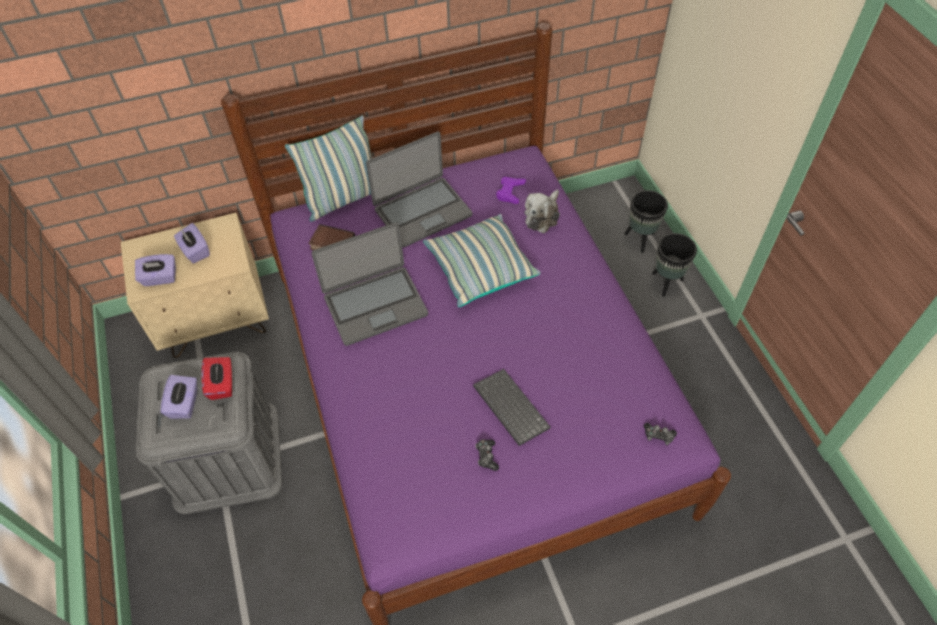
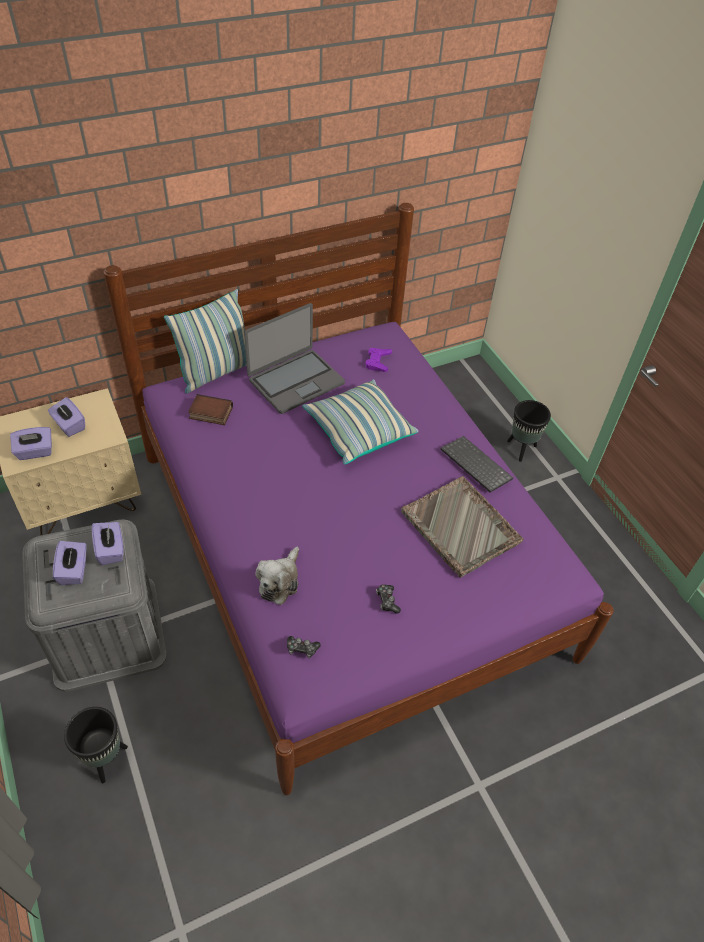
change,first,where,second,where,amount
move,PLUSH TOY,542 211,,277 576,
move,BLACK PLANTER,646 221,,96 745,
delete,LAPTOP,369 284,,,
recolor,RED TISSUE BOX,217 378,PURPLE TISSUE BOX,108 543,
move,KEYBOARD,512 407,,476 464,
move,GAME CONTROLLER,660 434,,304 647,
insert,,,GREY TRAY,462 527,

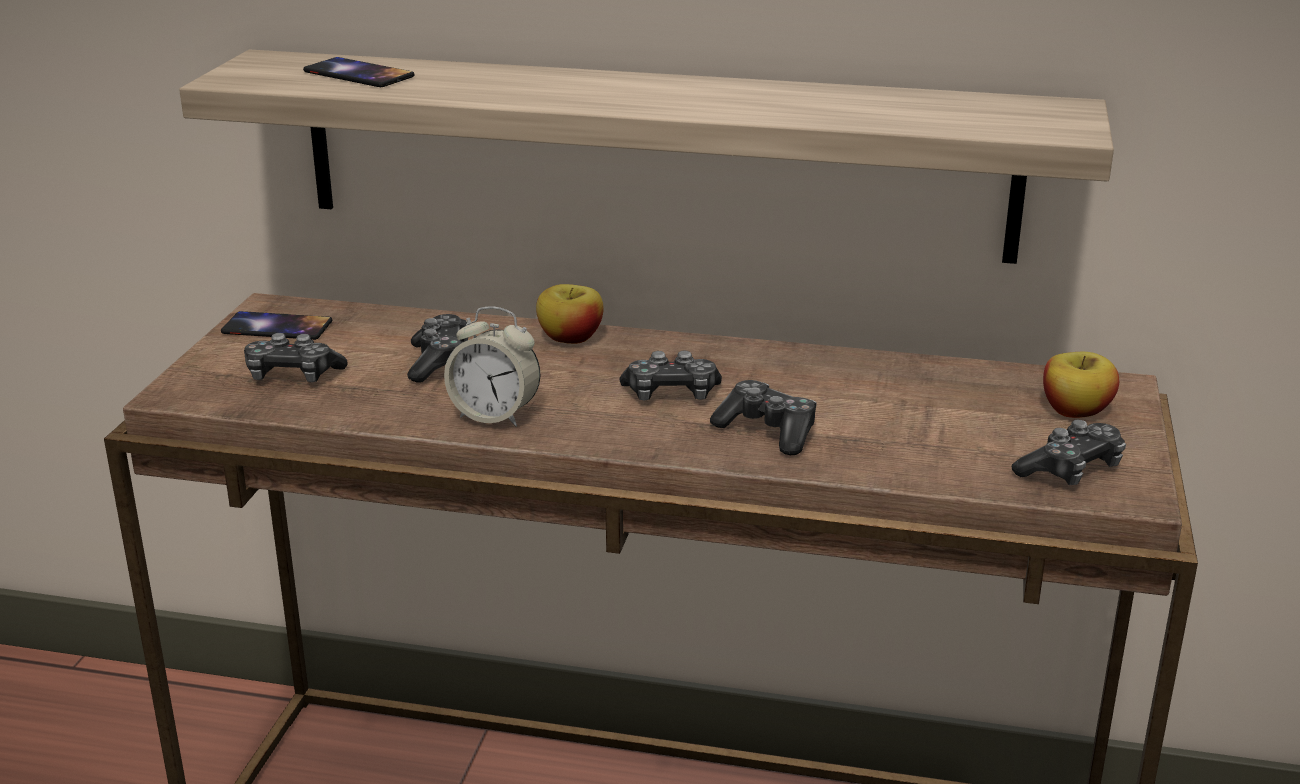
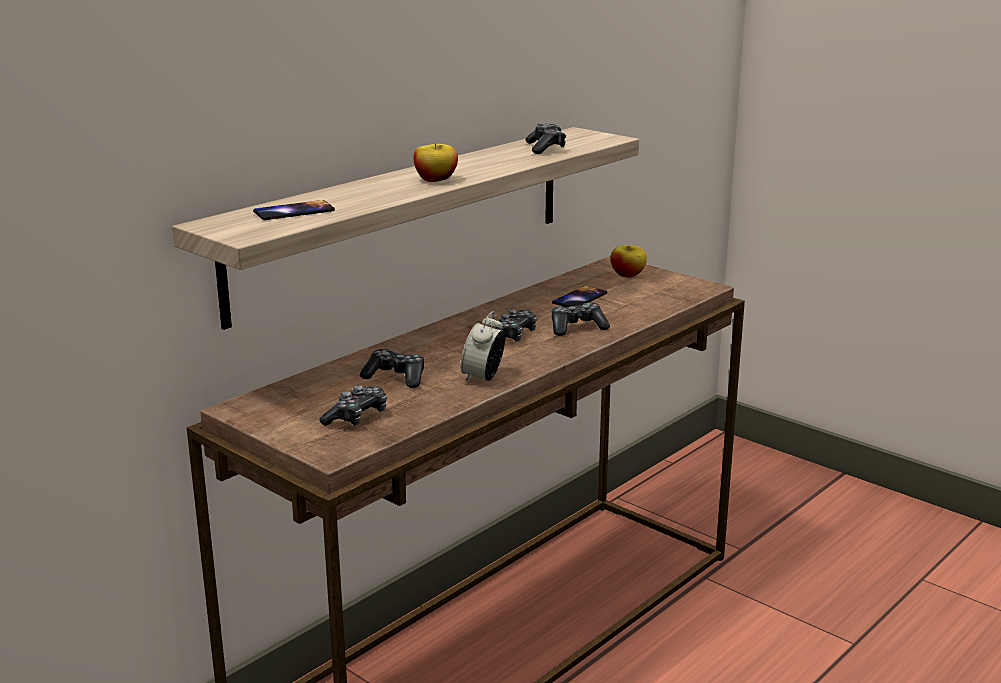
change,first,where,second,where,amount
move,APPLE,569 314,,435 162,
rotate,ALARM CLOCK,492 366,,483 347,150 degrees clockwise
move,PHONE,276 325,,579 296,
move,GAME CONTROLLER,1069 453,,545 138,

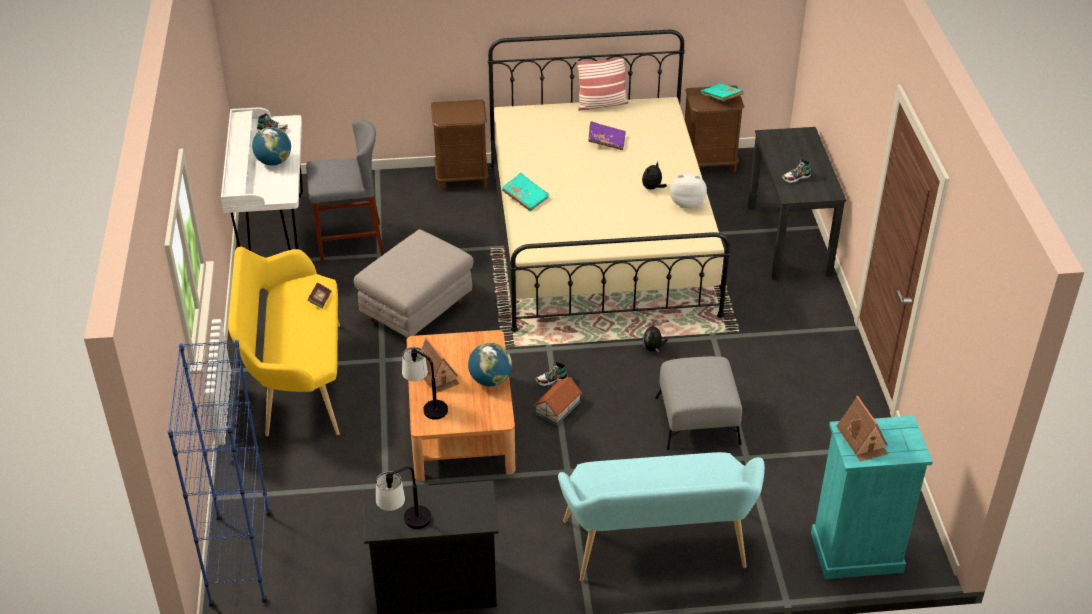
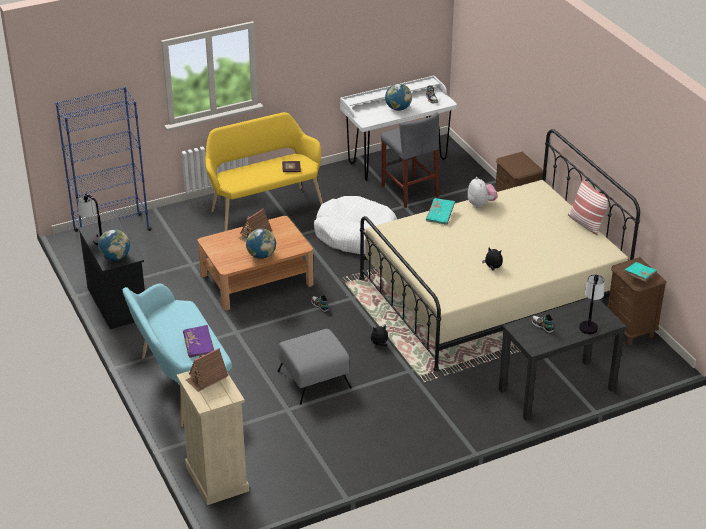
change,first,where,second,where,amount
move,PURPLE BOOK,607 135,,198 341,
move,PLUSH TOY,688 191,,483 192,
replace,GREY OTTOMAN,413 285,WHITE DOG BED,355 225,
move,TABLE LAMP,425 383,,592 304,
delete,TOY HOUSE,558 401,,,
recolor,TURQUOISE DRESSER,872 497,BEIGE DRESSER,213 438,
insert,,,GLOBE,114 245,

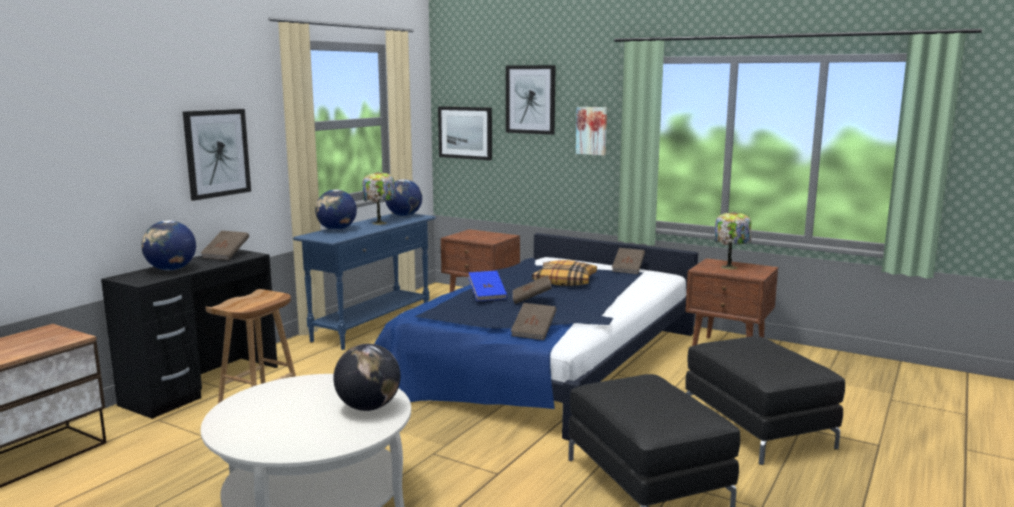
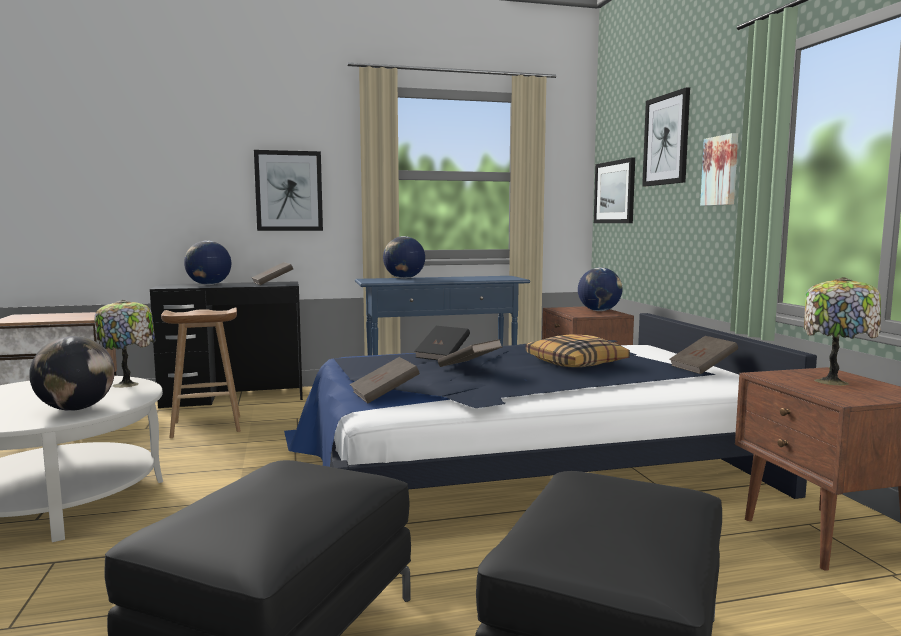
change,first,where,second,where,amount
move,TABLE LAMP,379 198,,125 344,
move,GLOBE,404 197,,600 289,
recolor,BLUE BOOK,487 286,BLACK BOOK,442 343,

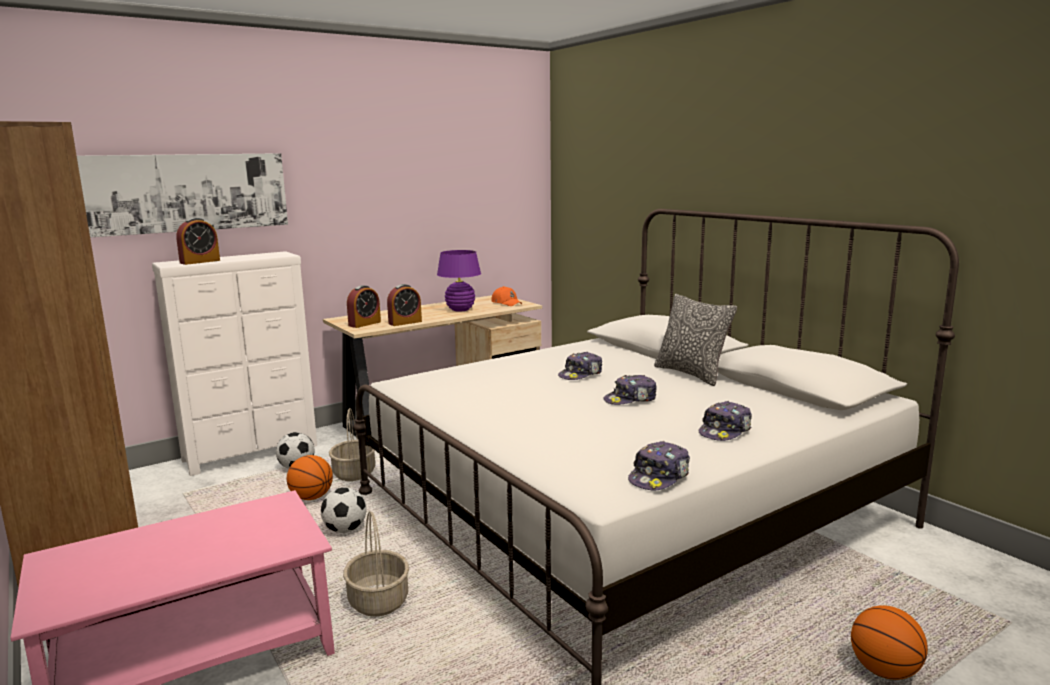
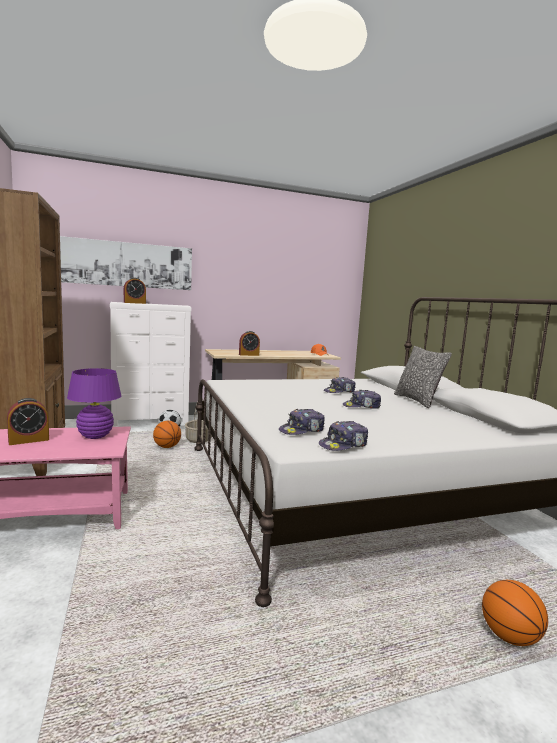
change,first,where,second,where,amount
move,PURPLE TABLE LAMP,459 280,,94 403,
move,ALARM CLOCK,364 306,,28 421,
move,CAP,725 421,,302 422,
delete,FOOTBALL,344 510,,,
delete,BASKET,376 564,,,

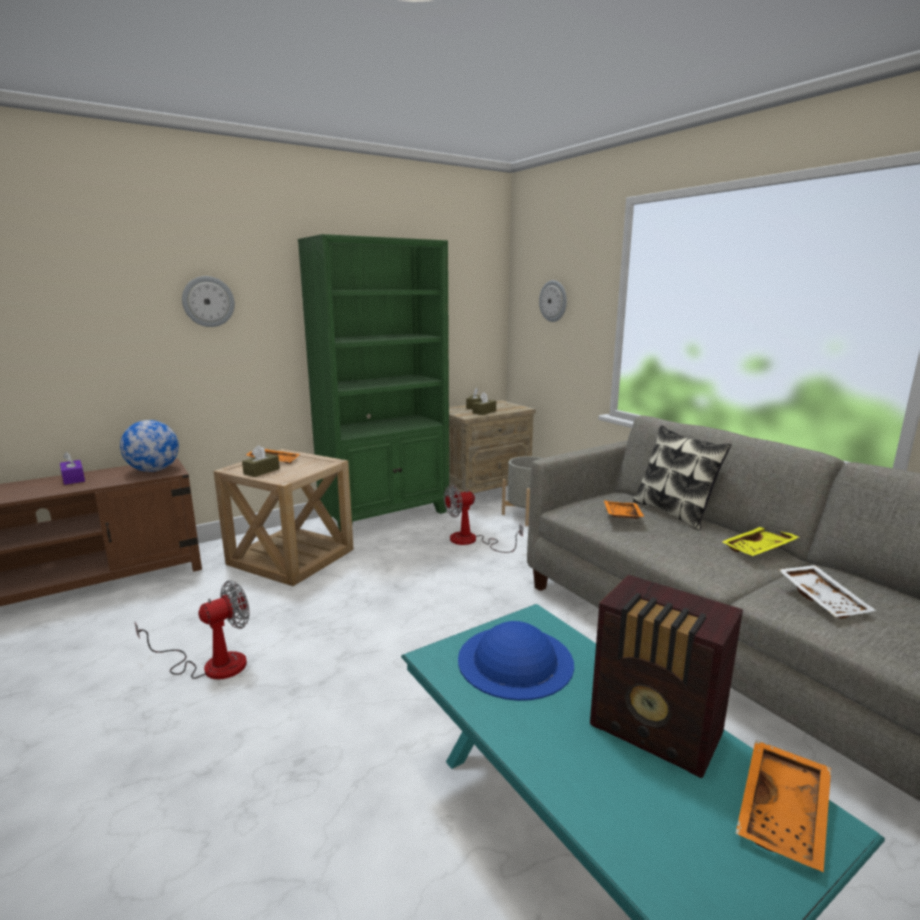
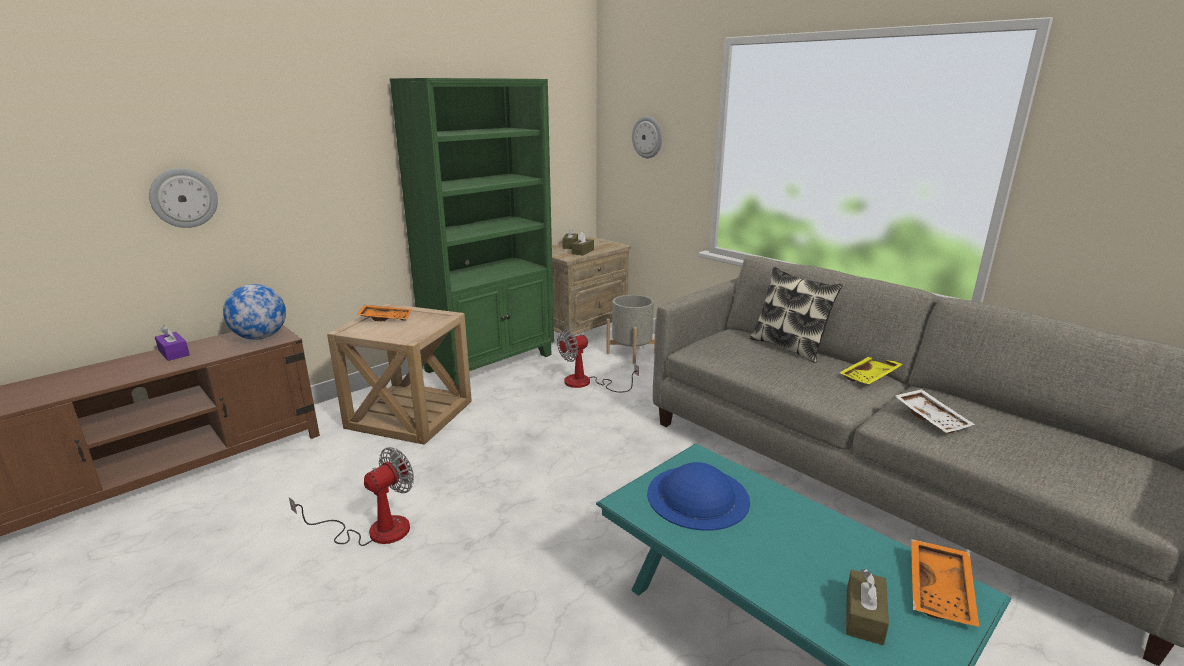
change,first,where,second,where,amount
move,WALL CLOCK,208 301,,183 198,
move,BROWN TISSUE BOX,261 461,,867 607,
delete,ORANGE TRAY,624 510,,,
delete,RADIO,666 676,,,

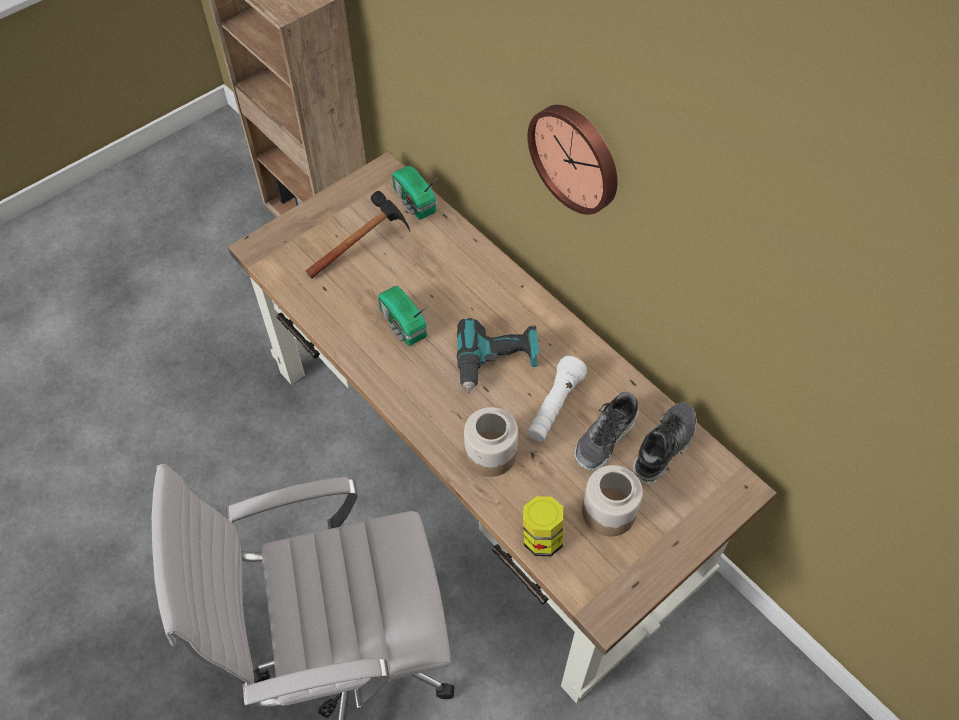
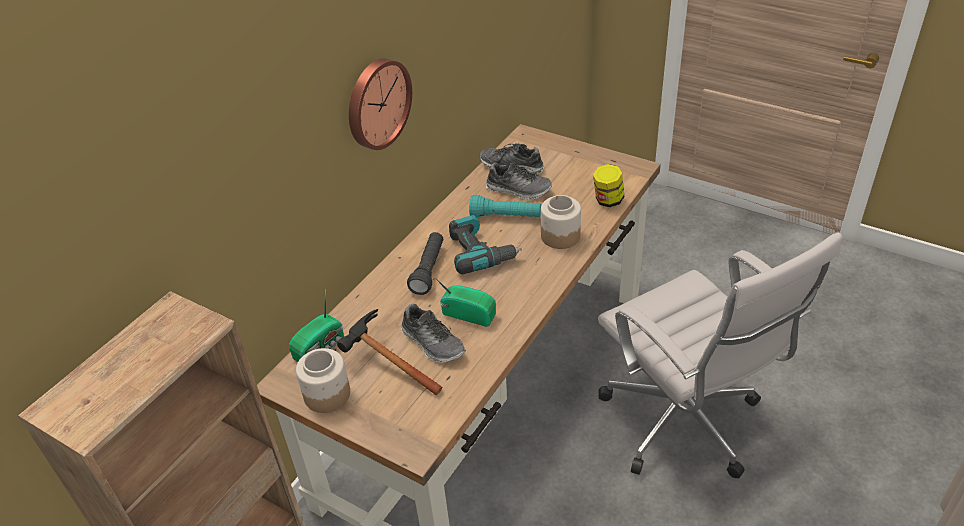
change,first,where,second,where,amount
rotate,RADIO,403 316,,465 302,105 degrees counterclockwise
recolor,WHITE FLASHLIGHT,557 399,TURQUOISE FLASHLIGHT,505 206,
move,JAR,612 500,,323 380,
insert,,,BLACK FLASHLIGHT,425 263,
insert,,,SHOE,433 333,

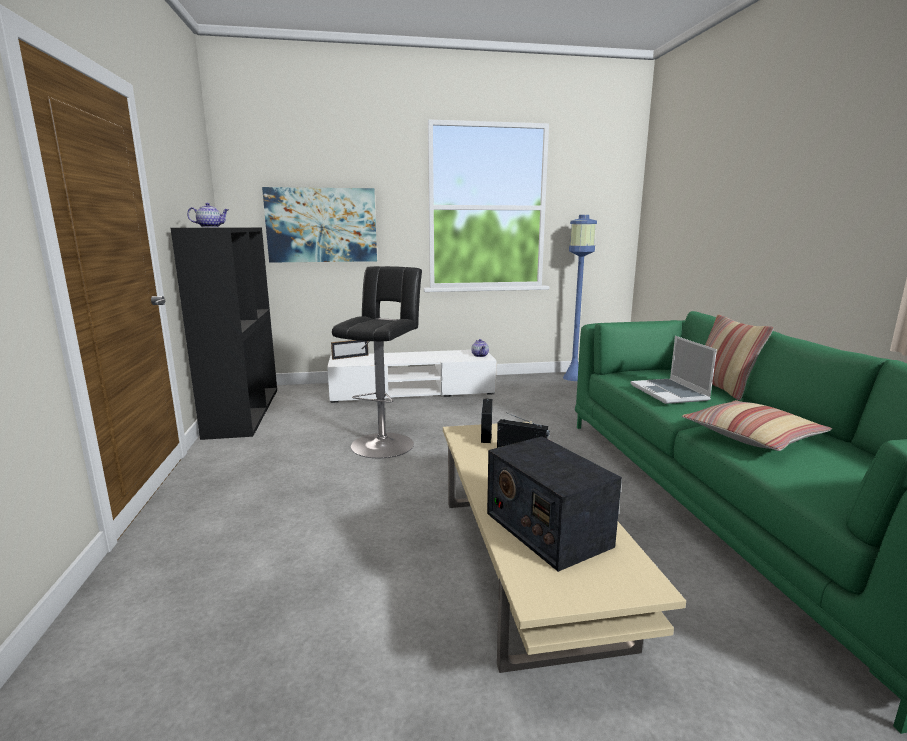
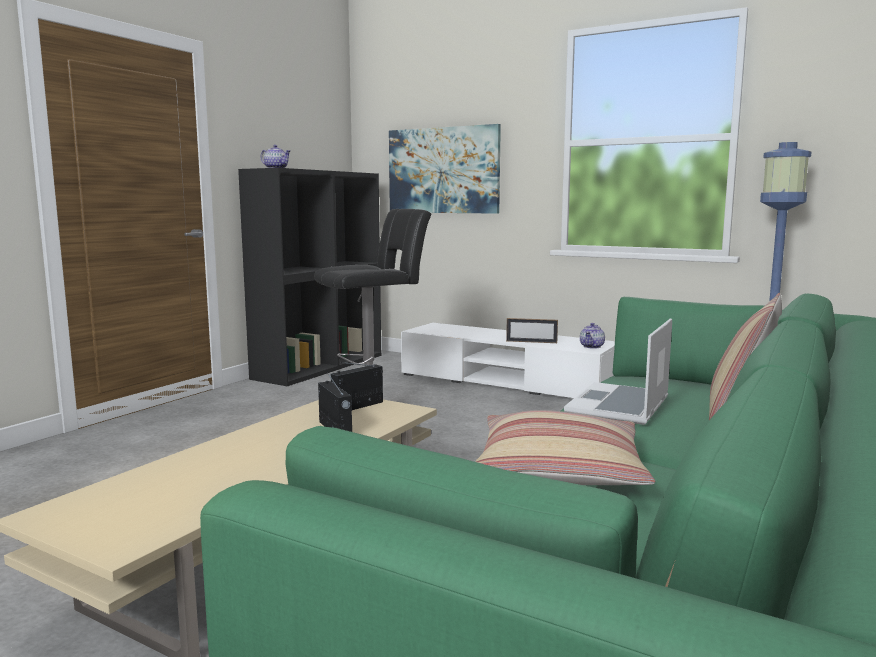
change,first,where,second,where,amount
move,PICTURE FRAME,350 350,,532 330,
delete,RADIO,554 504,,,

